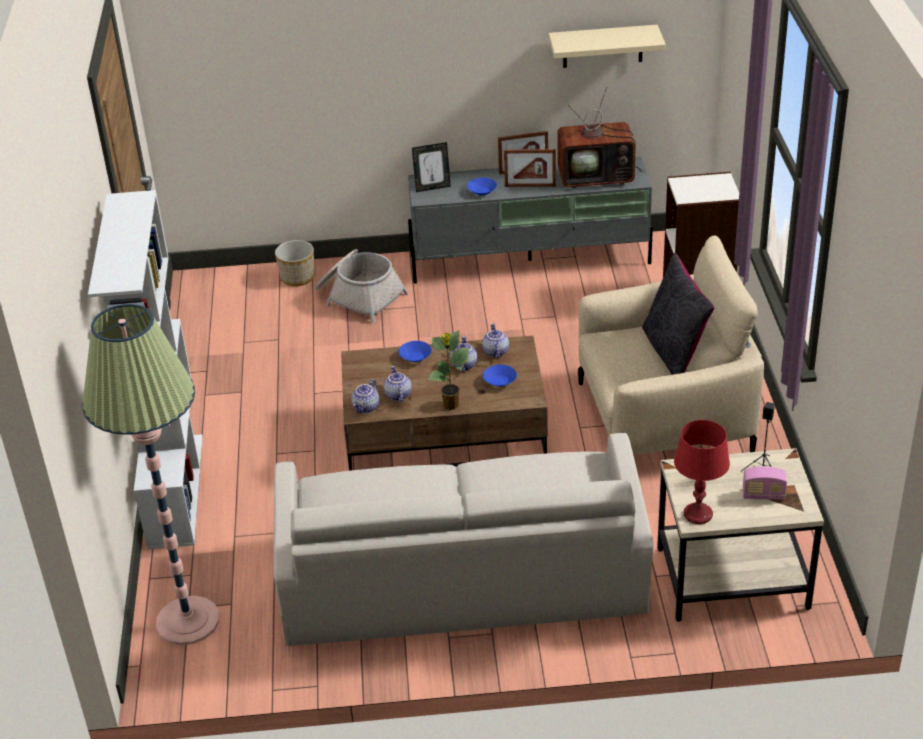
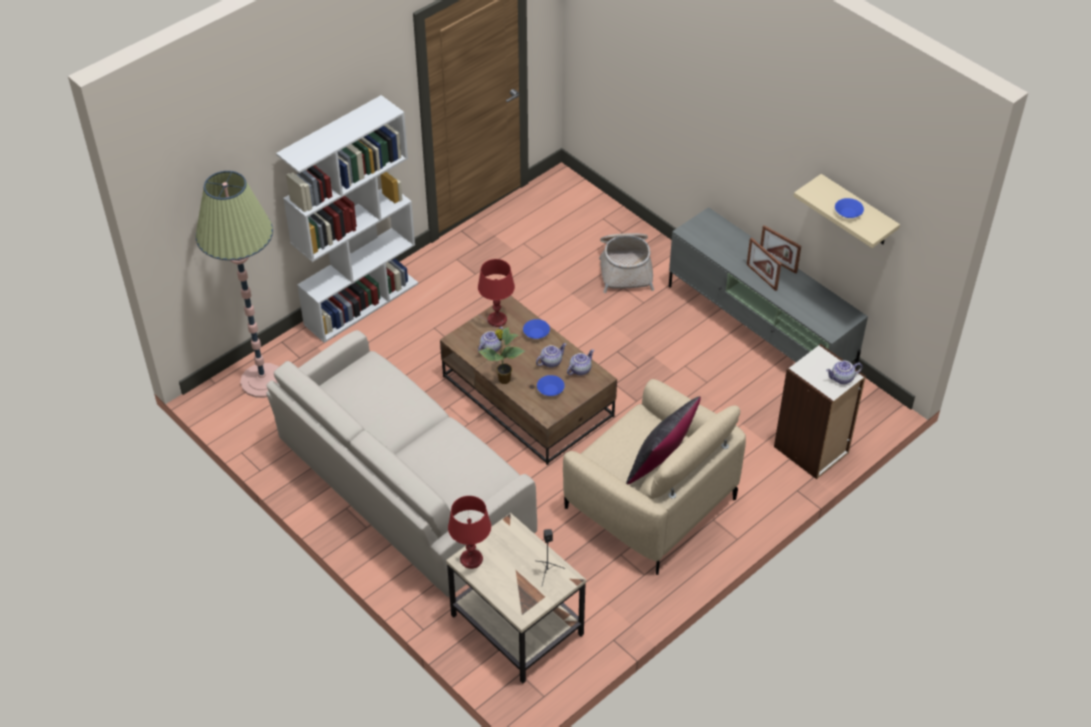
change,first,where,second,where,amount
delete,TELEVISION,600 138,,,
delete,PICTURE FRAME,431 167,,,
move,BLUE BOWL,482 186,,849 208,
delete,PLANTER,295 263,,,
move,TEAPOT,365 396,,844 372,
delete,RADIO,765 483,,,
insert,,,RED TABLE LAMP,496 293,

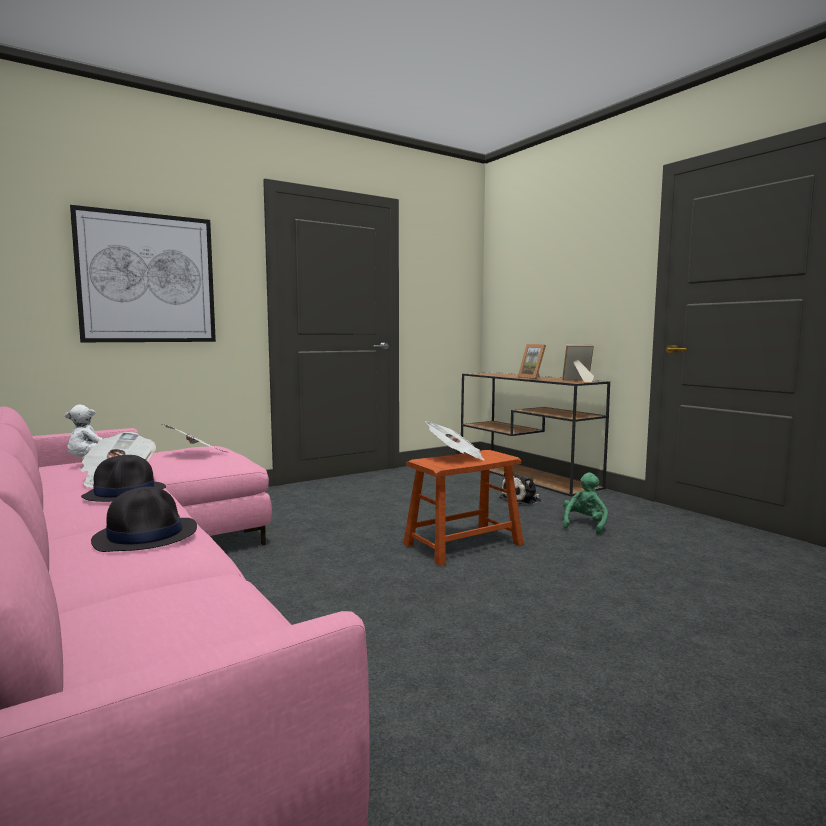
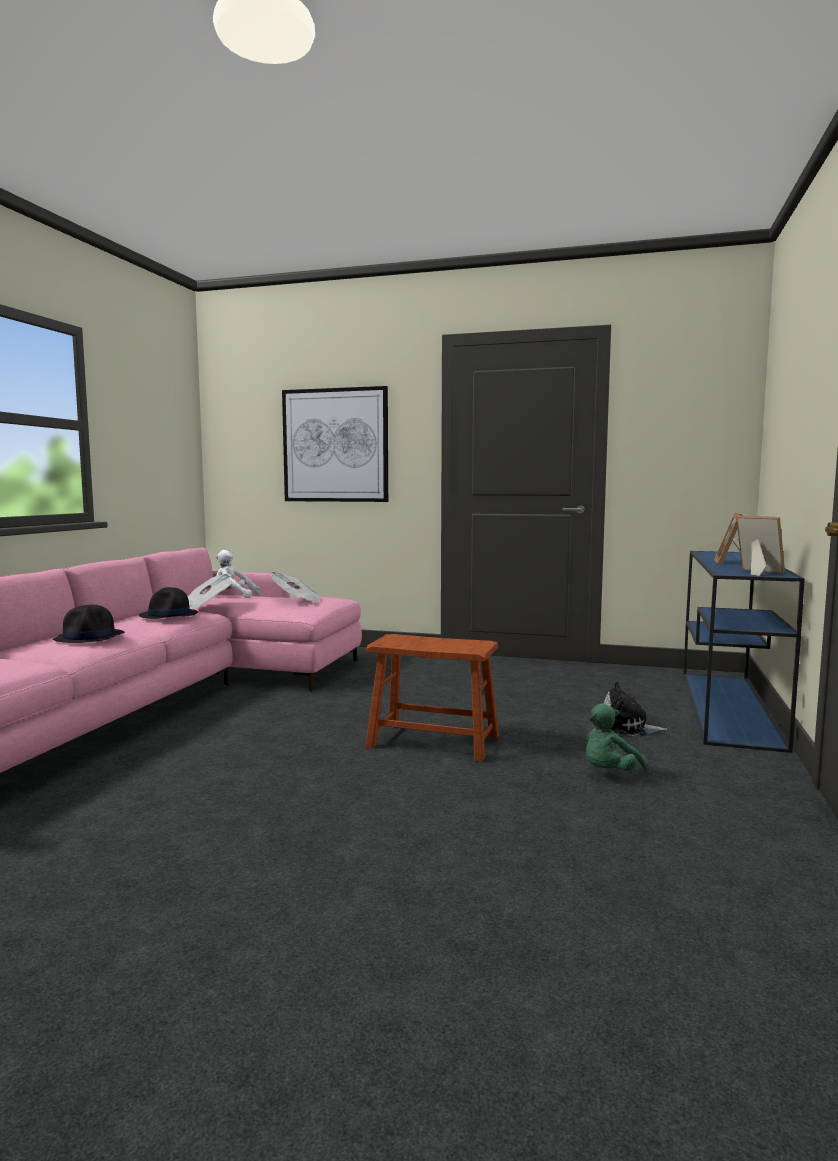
change,first,where,second,where,amount
recolor,BROWN CONSOLE TABLE,535 434,BLUE CONSOLE TABLE,744 652,
delete,NEWSPAPER,454 440,,,
rotate,GREEN PLUSH TOY,585 503,,616 737,150 degrees clockwise

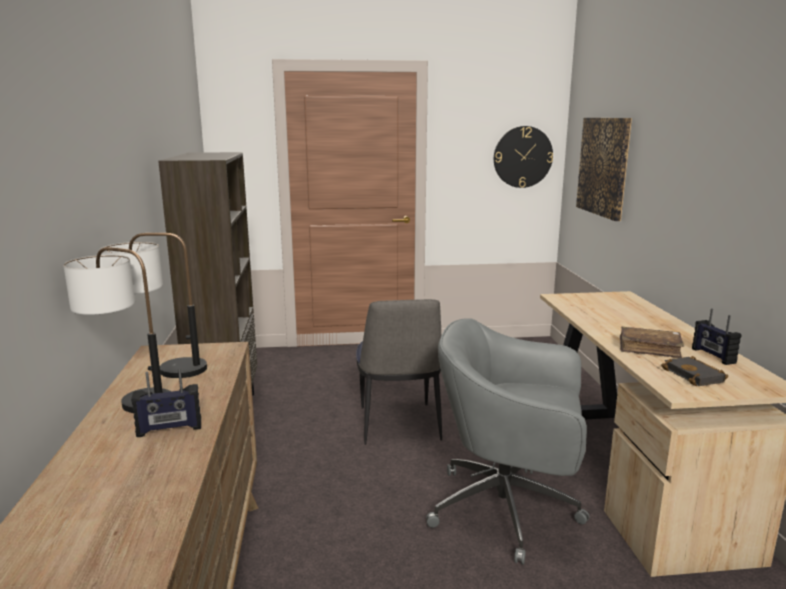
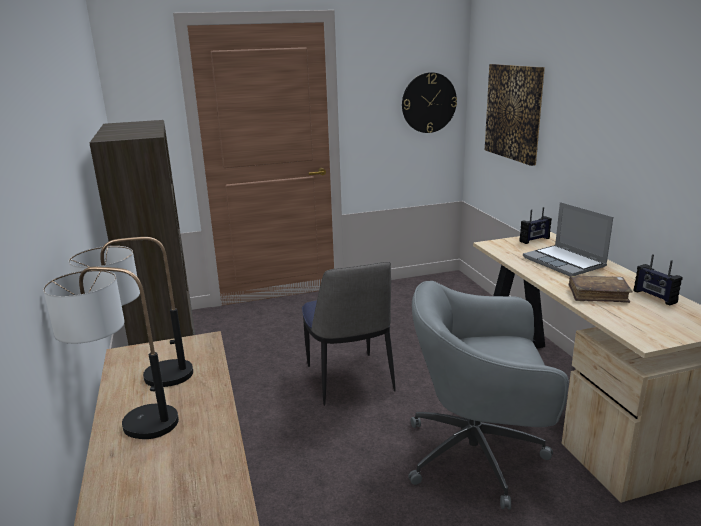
change,first,where,second,where,amount
delete,BLACK BOOK,694 371,,,
move,RADIO,166 402,,536 225,
insert,,,LAPTOP,568 239,

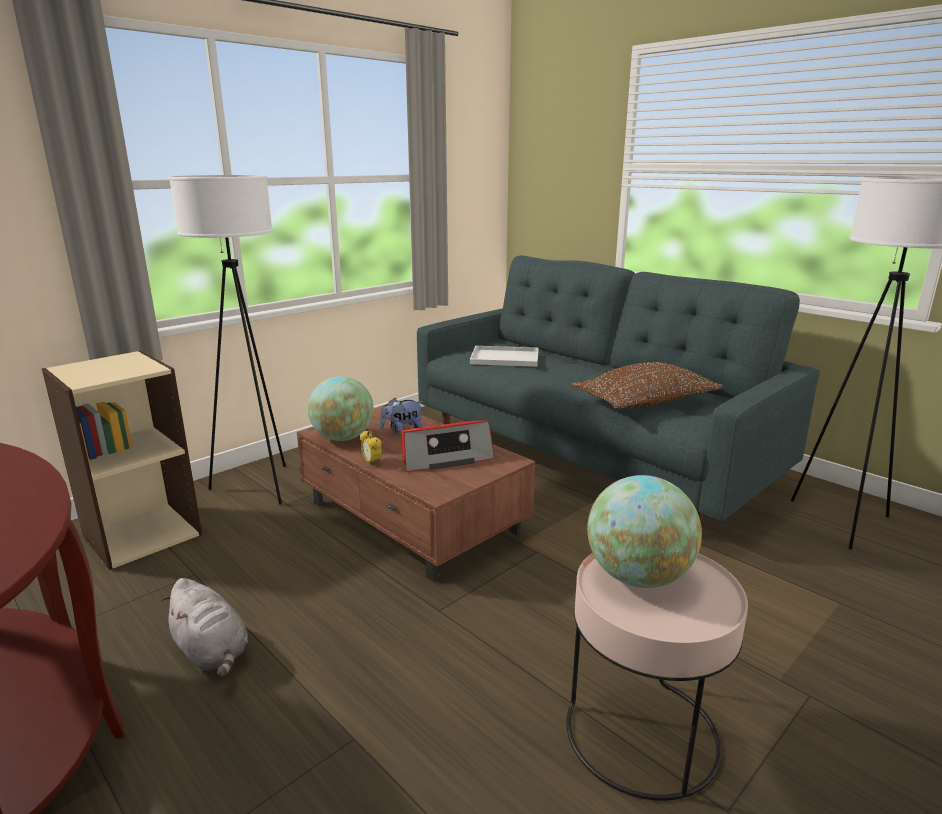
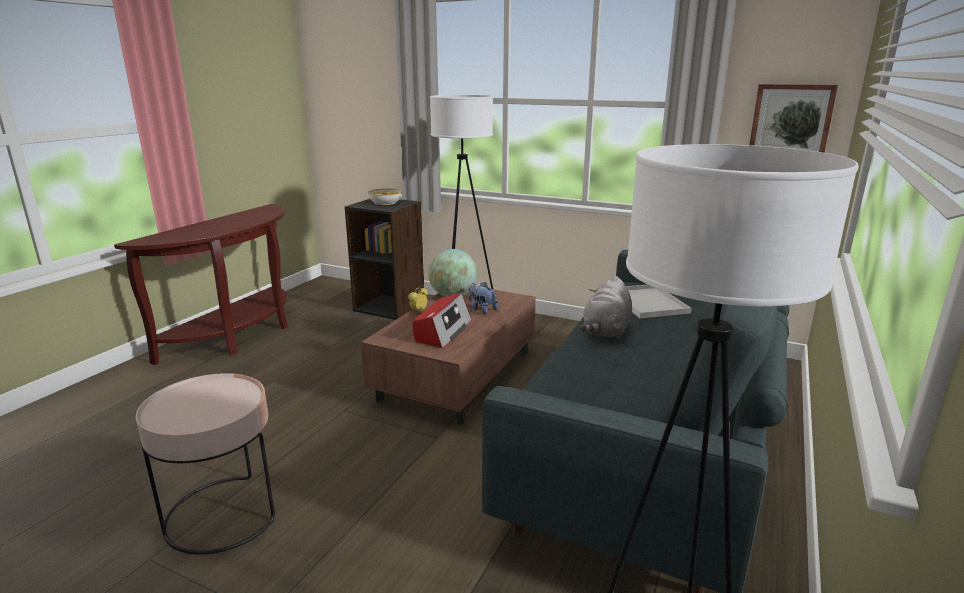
change,first,where,second,where,amount
recolor,BEIGE BOOKCASE,122 460,BLACK BOOKCASE,384 259,
delete,BROWN PILLOW,647 385,,,
rotate,RADIO,448 446,,442 320,120 degrees counterclockwise
delete,GLOBE,644 531,,,
move,GREY PLUSH TOY,204 627,,606 307,
insert,,,PICTURE,794 118,
insert,,,BOWL,385 196,

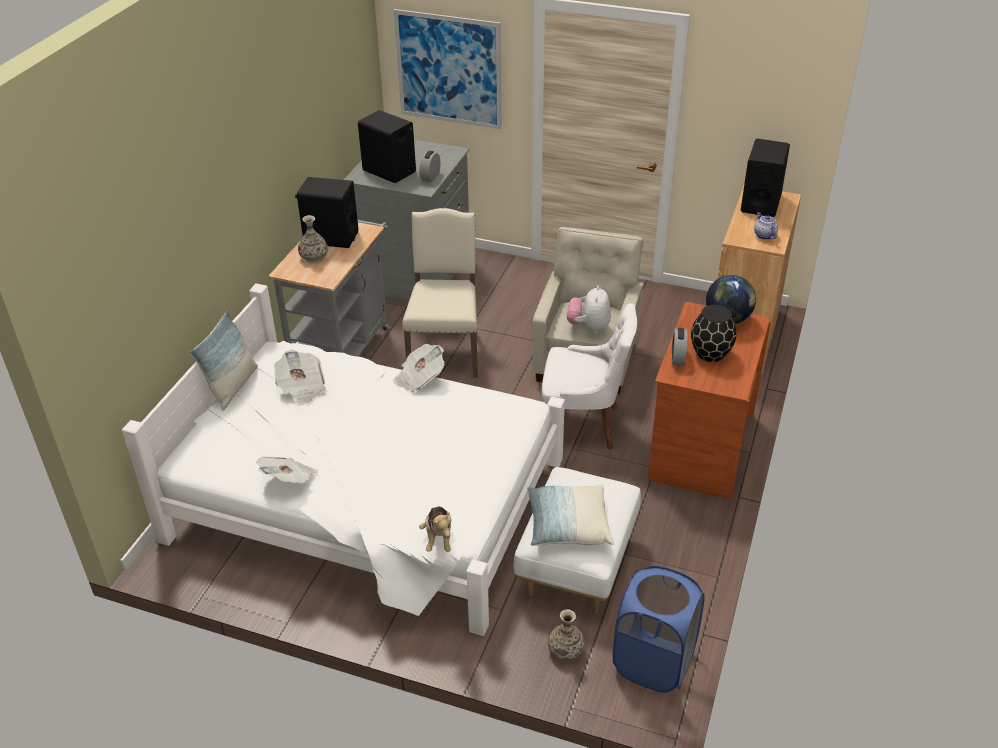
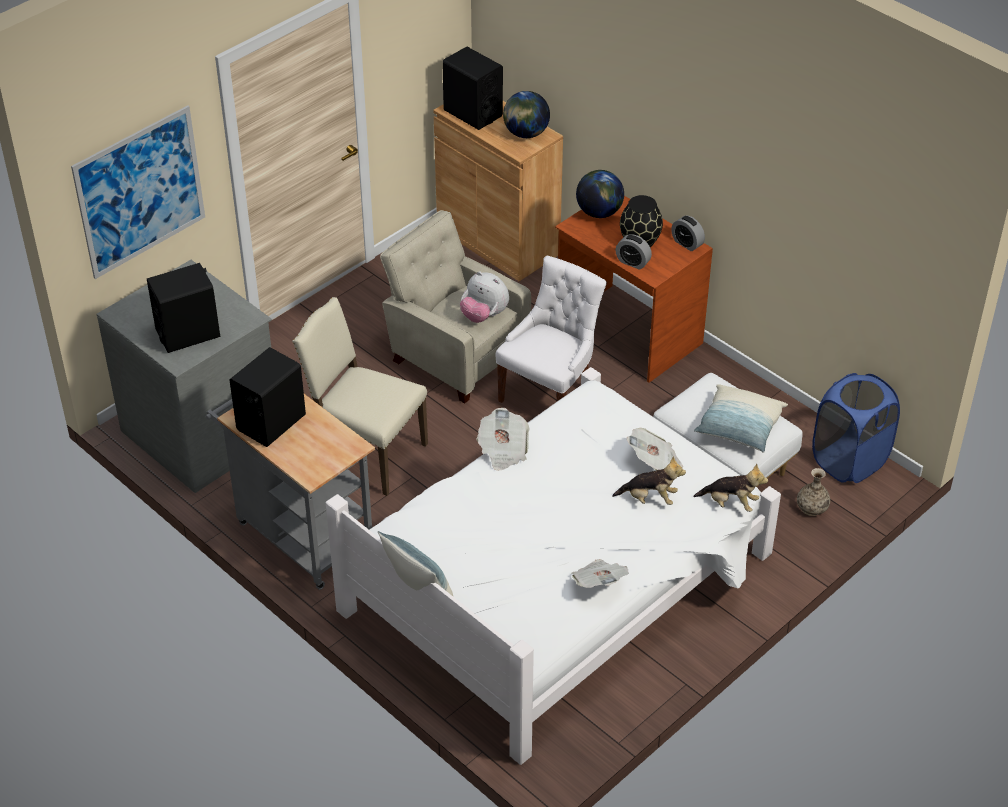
change,first,where,second,where,amount
move,ALARM CLOCK,429 166,,688 233,
replace,TEAPOT,766 226,GLOBE,526 114,
delete,VASE,313 239,,,
move,NEWSPAPER,300 377,,655 449,
insert,,,PLUSH TOY,649 480,

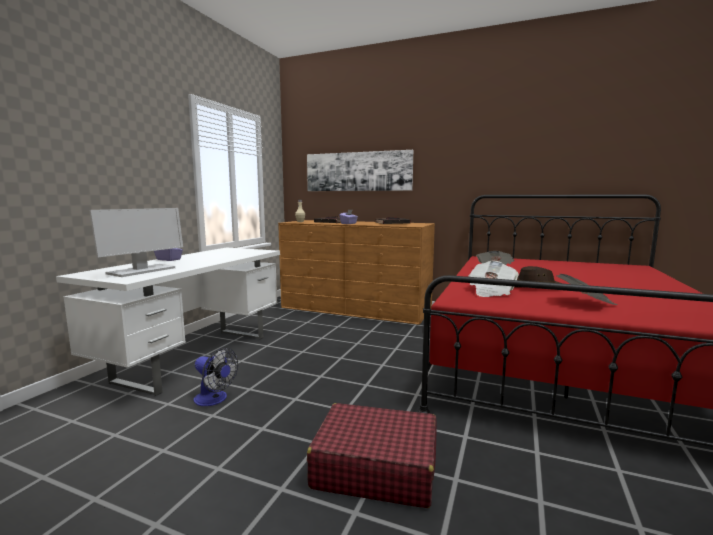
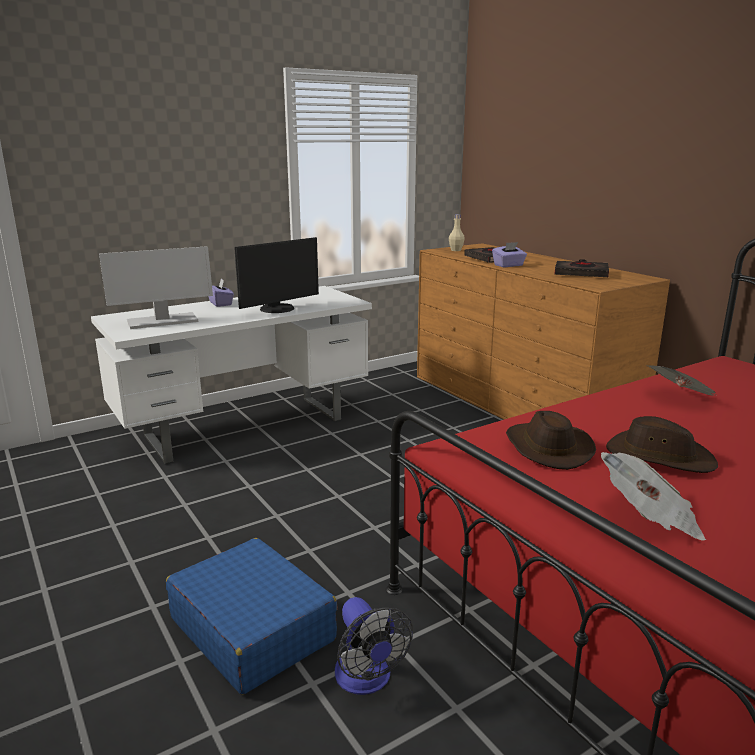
change,first,where,second,where,amount
delete,PICTURE,360 170,,,
replace,NEWSPAPER,493 279,BROWN HAT,551 440,
move,FAN,216 377,,374 646,
recolor,RED SUITCASE,372 455,BLUE SUITCASE,252 616,
insert,,,MONITOR,276 275,

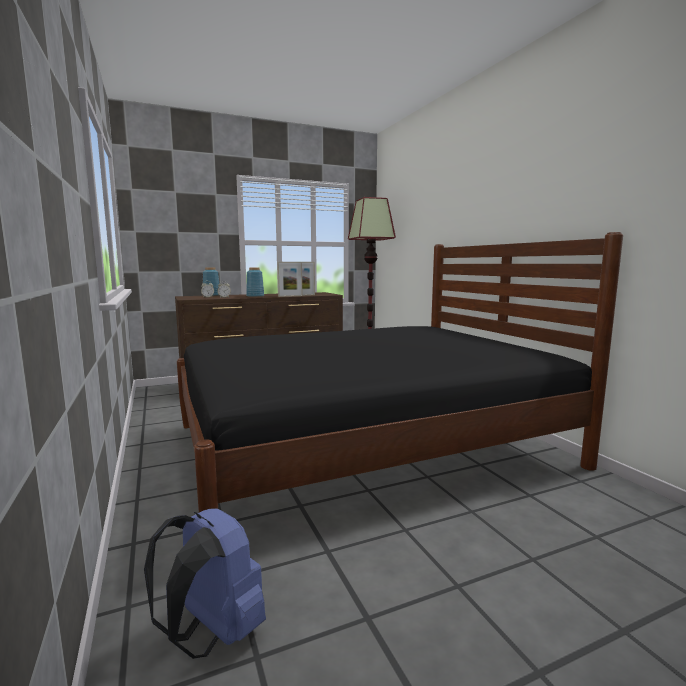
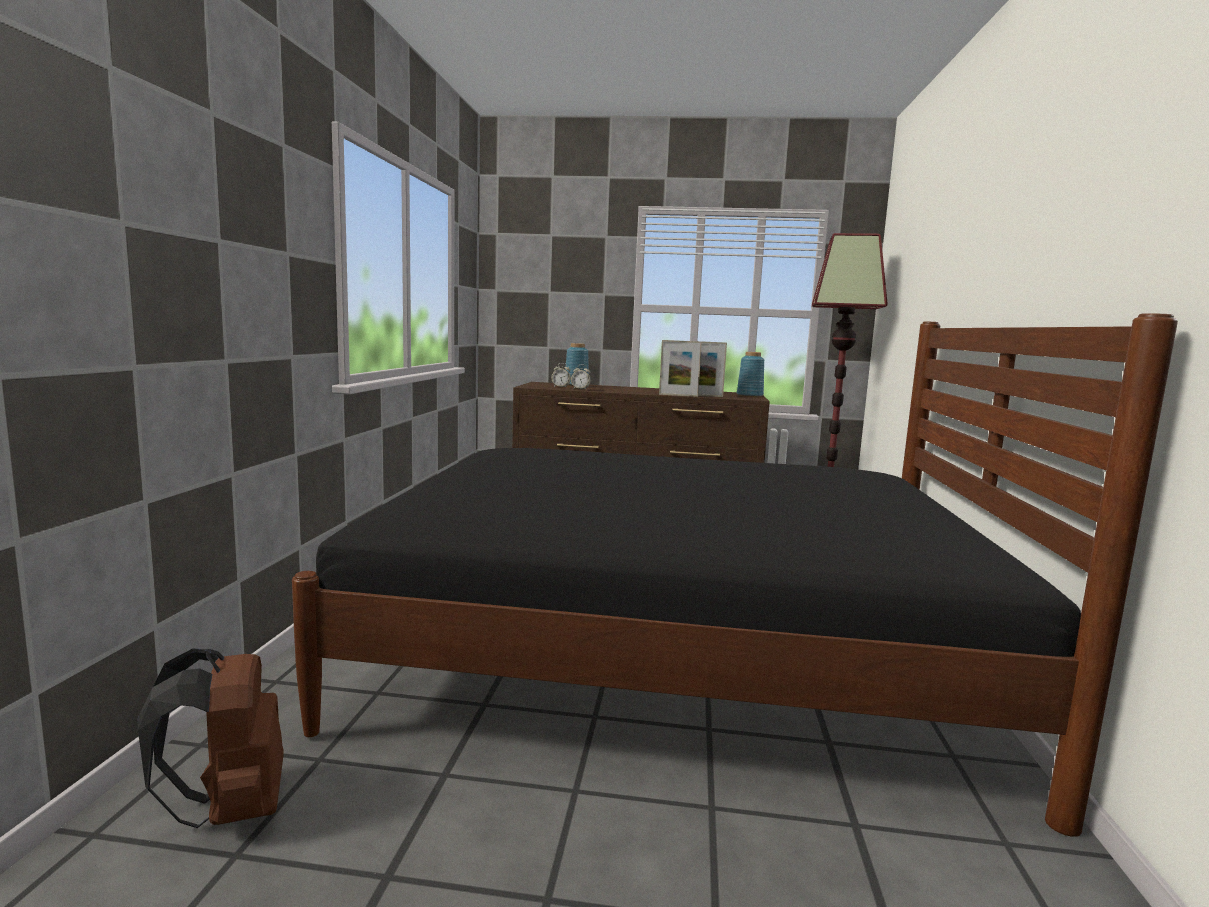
change,first,where,second,where,amount
move,BLUE VASE,255 282,,750 374,
recolor,BLUE BACKPACK,205 583,BROWN BACKPACK,210 738,

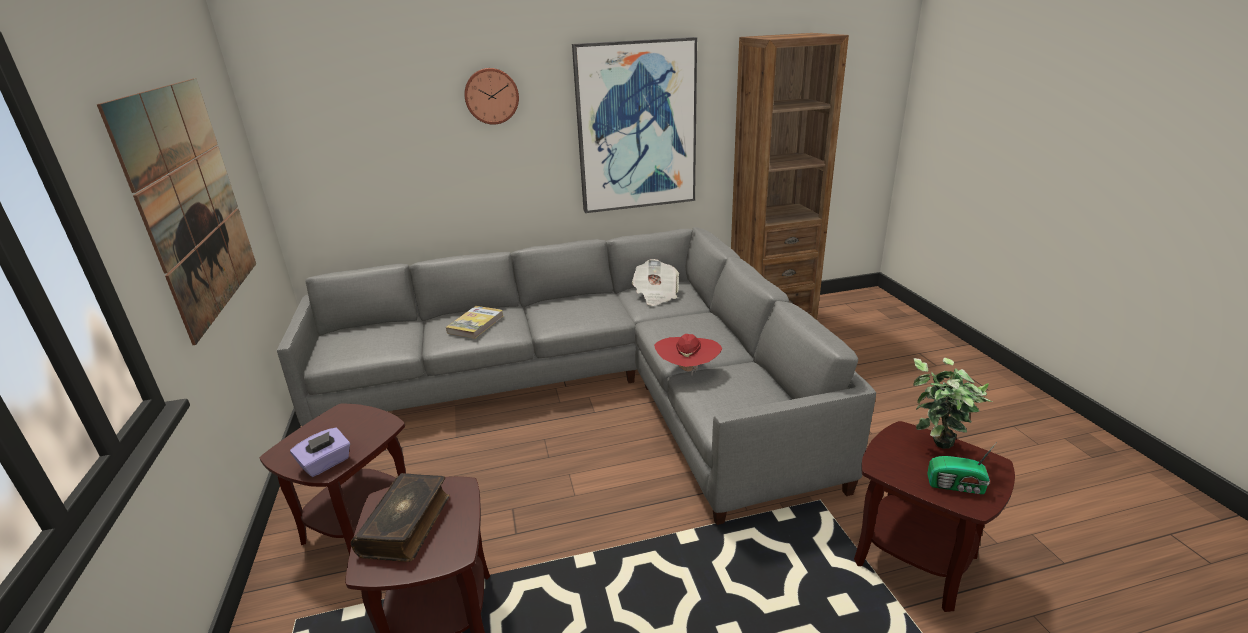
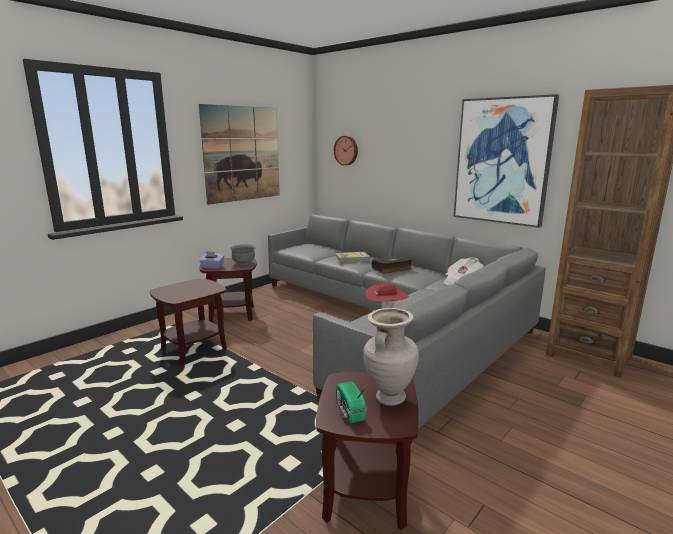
change,first,where,second,where,amount
move,WALL CLOCK,491 96,,346 151,
replace,POTTED PLANT,953 403,BEIGE VASE,391 357,
move,BOOK,400 517,,392 264,
insert,,,GREY BOWL,243 254,

